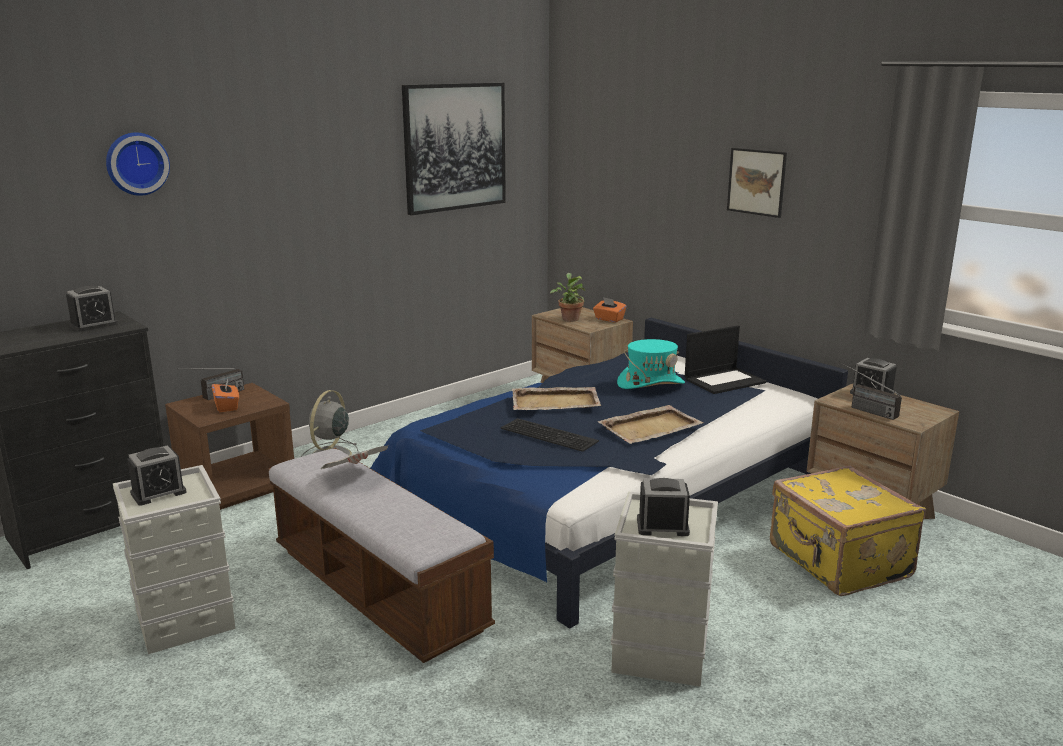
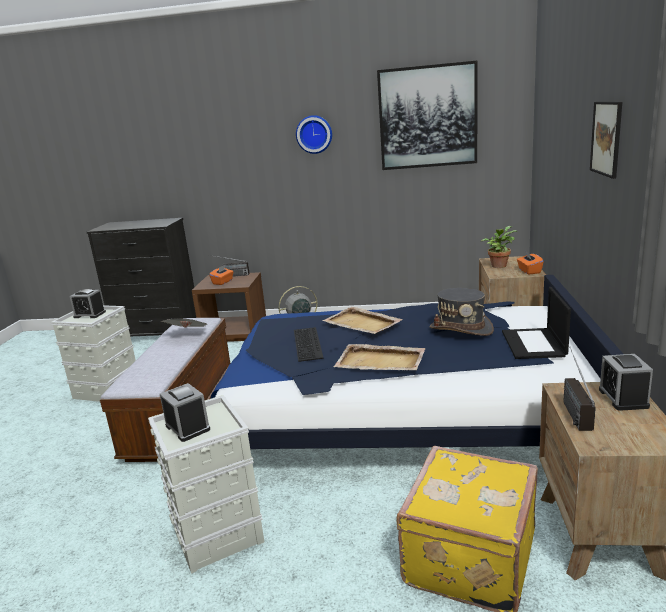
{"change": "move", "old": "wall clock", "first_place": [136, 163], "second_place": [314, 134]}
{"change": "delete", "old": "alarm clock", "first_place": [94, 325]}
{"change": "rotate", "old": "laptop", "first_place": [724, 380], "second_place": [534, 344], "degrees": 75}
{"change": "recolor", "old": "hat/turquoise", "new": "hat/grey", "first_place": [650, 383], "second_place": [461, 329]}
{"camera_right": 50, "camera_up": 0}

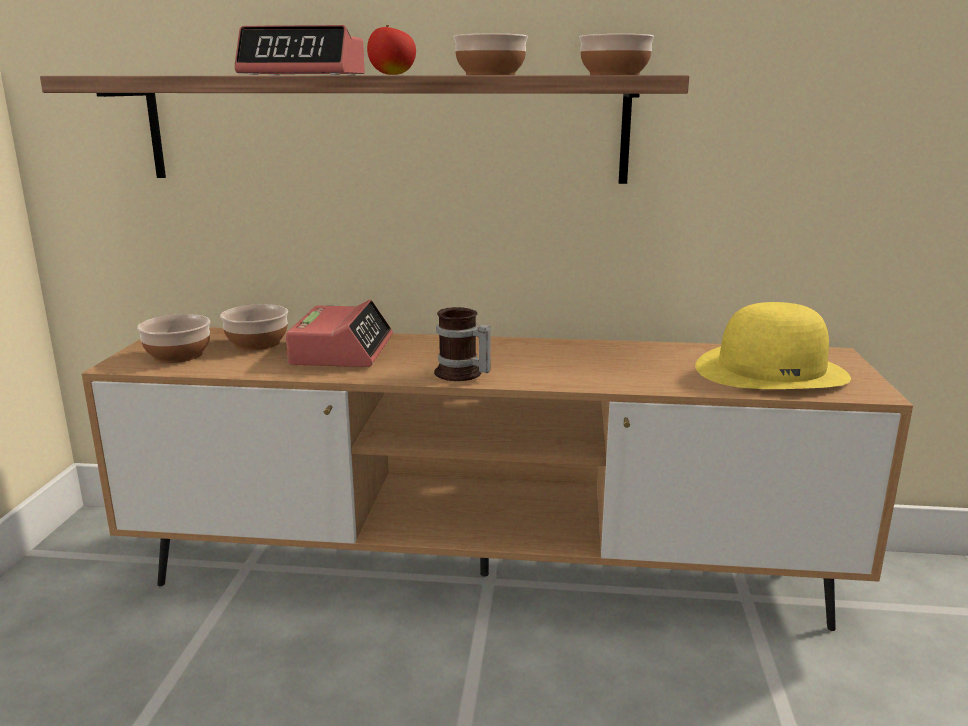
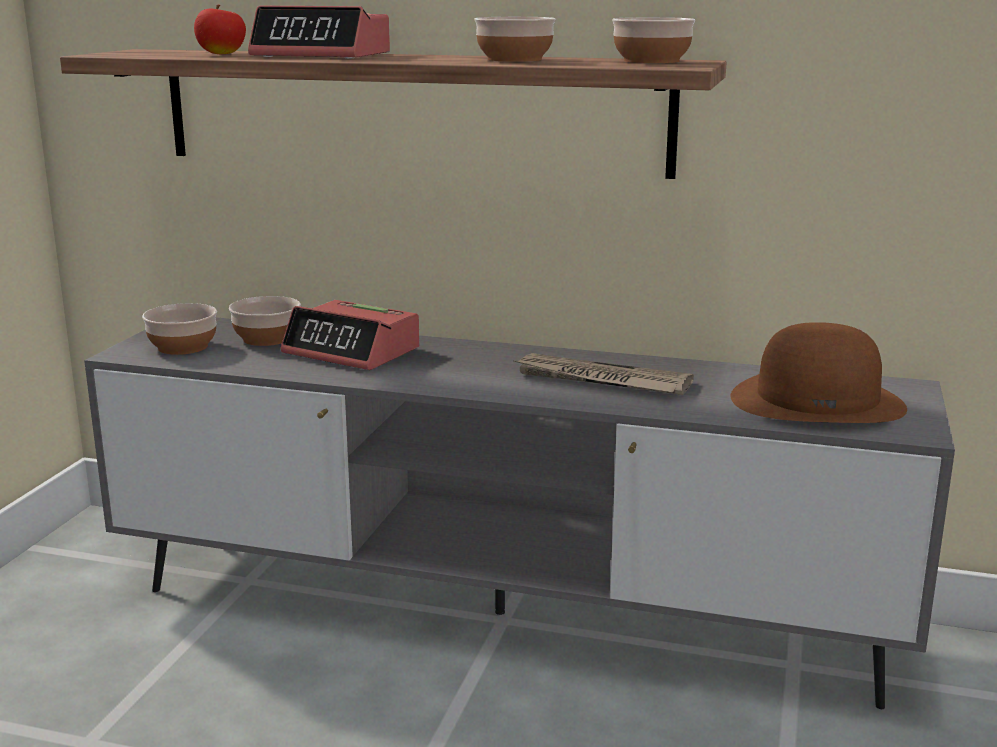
{"change": "move", "old": "apple", "first_place": [393, 74], "second_place": [222, 54]}
{"change": "rotate", "old": "alarm clock", "first_place": [342, 350], "second_place": [352, 351], "degrees": 105}
{"change": "recolor", "old": "hat/yellow", "new": "hat/brown", "first_place": [771, 370], "second_place": [818, 401]}
{"change": "delete", "old": "mug", "first_place": [461, 374]}
{"change": "recolor", "old": "tv stand/brown", "new": "tv stand/grey", "first_place": [484, 574], "second_place": [499, 613]}
{"change": "insert", "new": "newspaper", "second_place": [601, 380]}
{"camera_right": 10, "camera_up": 0}

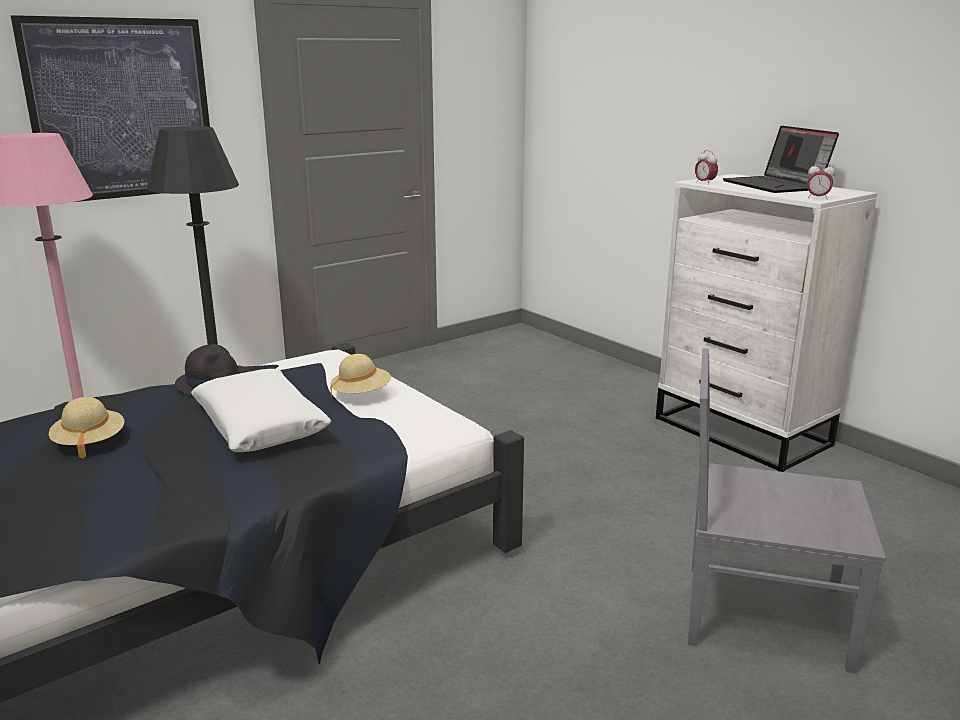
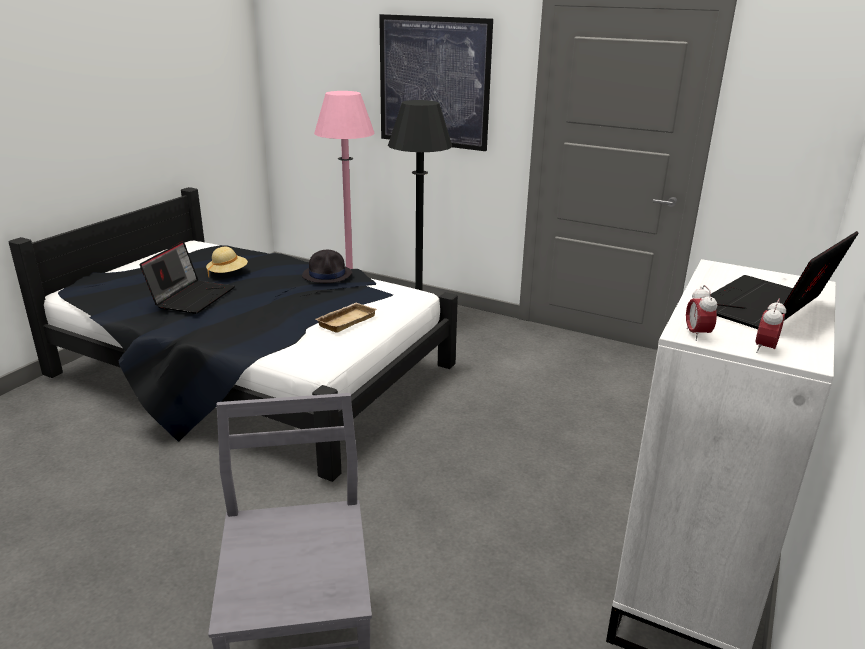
{"change": "move", "old": "alarm clock", "first_place": [704, 183], "second_place": [765, 349]}
{"change": "replace", "old": "hat/beige", "new": "tray/beige", "first_place": [361, 394], "second_place": [346, 320]}
{"change": "delete", "old": "pillow/white", "first_place": [260, 424]}
{"change": "insert", "new": "laptop", "second_place": [192, 297]}
{"camera_right": 65, "camera_up": 5}

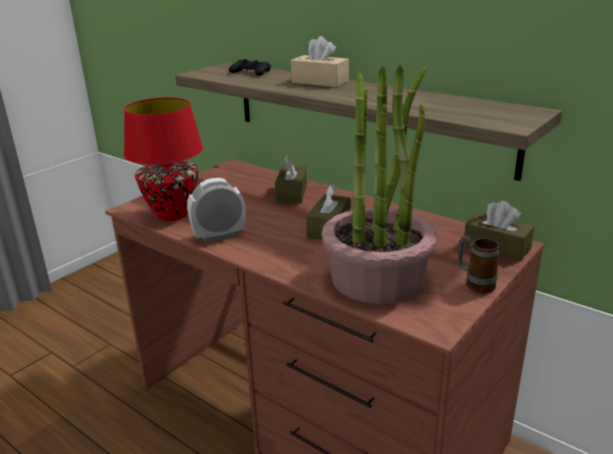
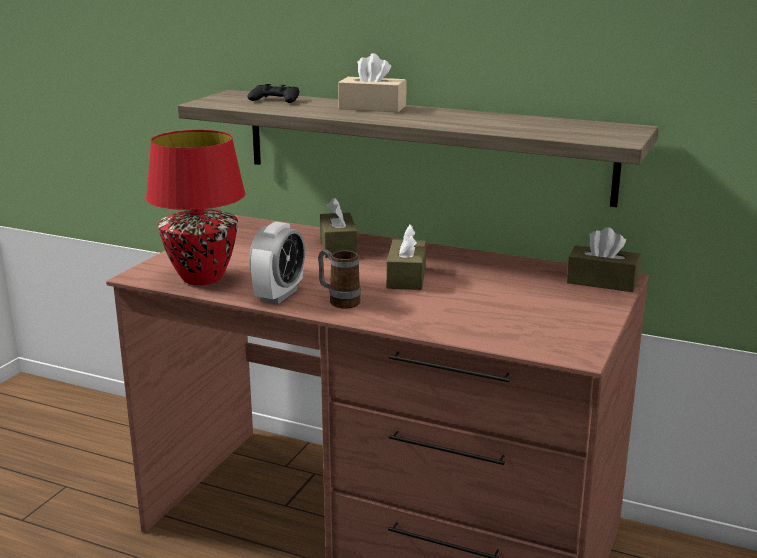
{"change": "delete", "old": "potted plant", "first_place": [378, 277]}
{"change": "rotate", "old": "alarm clock", "first_place": [219, 236], "second_place": [279, 295], "degrees": 150}
{"change": "move", "old": "mug", "first_place": [475, 283], "second_place": [339, 301]}
{"camera_right": -15, "camera_up": -5}

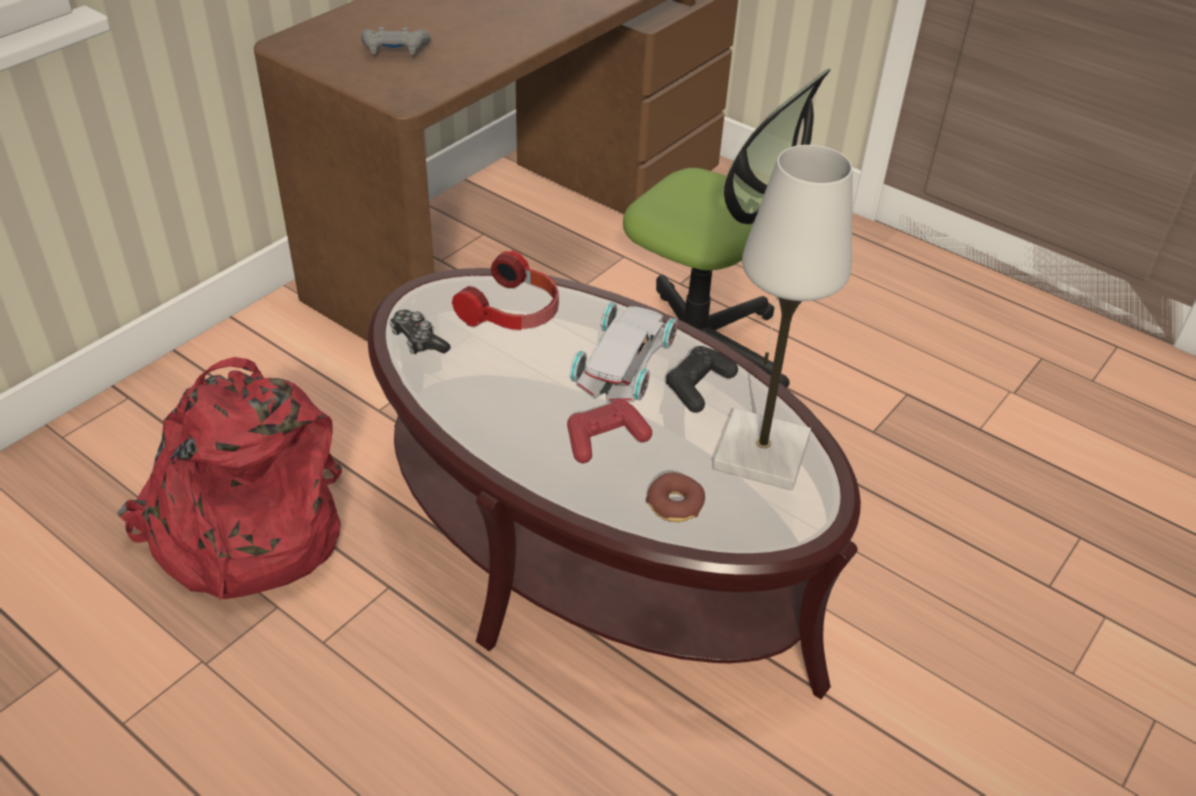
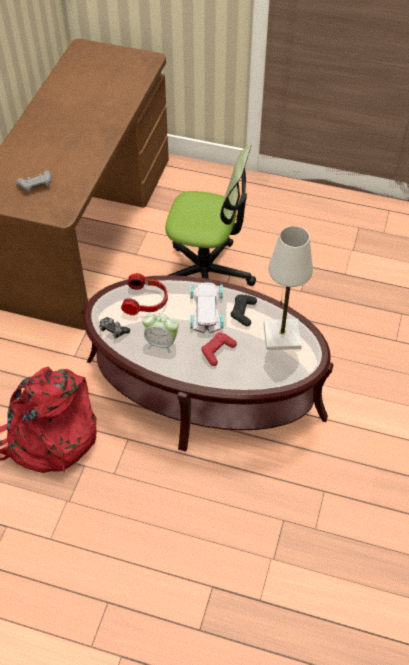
{"change": "delete", "old": "donut", "first_place": [675, 504]}
{"change": "insert", "new": "alarm clock", "second_place": [161, 343]}
{"camera_right": -20, "camera_up": 10}

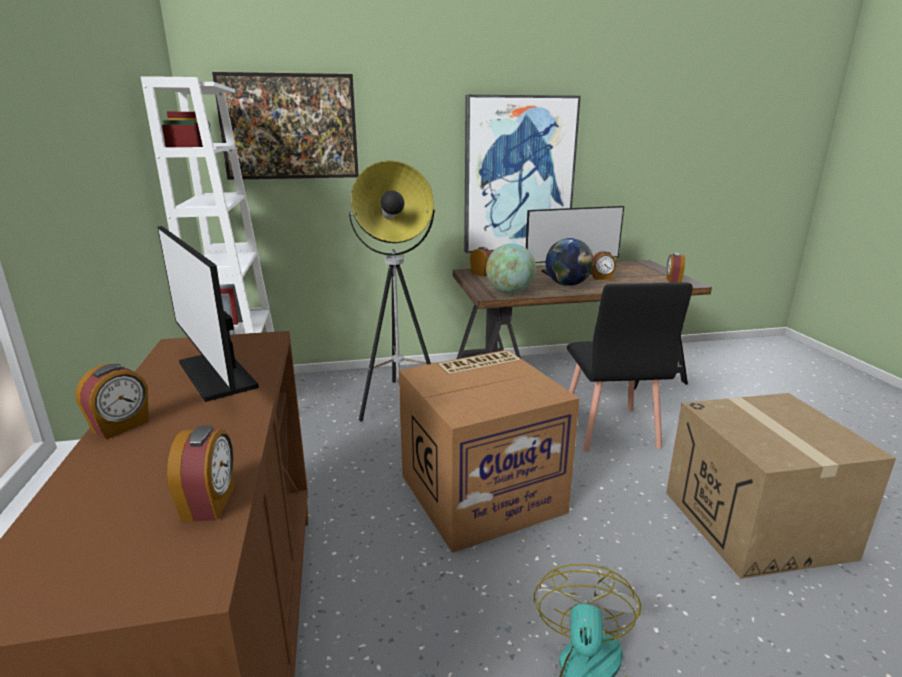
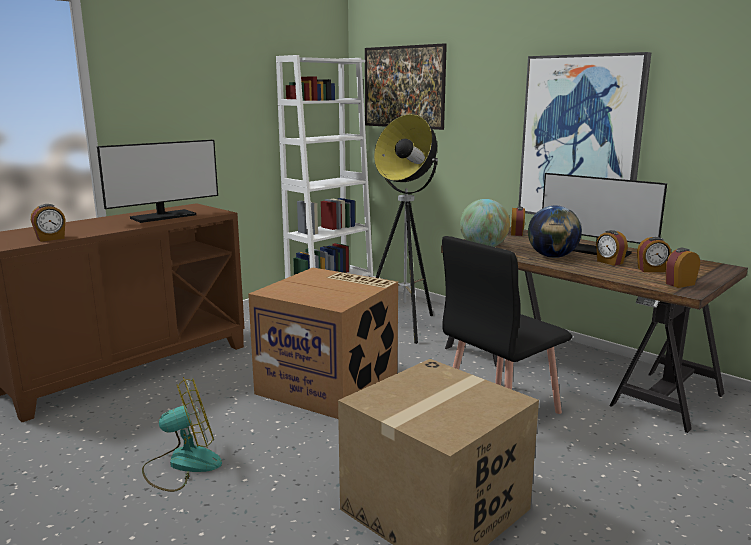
{"change": "rotate", "old": "monitor", "first_place": [217, 375], "second_place": [163, 216], "degrees": -150}
{"change": "move", "old": "alarm clock", "first_place": [121, 426], "second_place": [651, 270]}
{"camera_right": 55, "camera_up": -5}

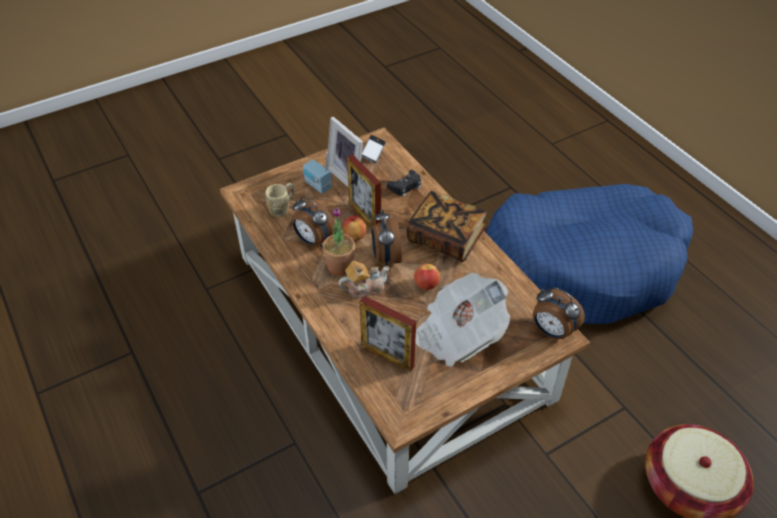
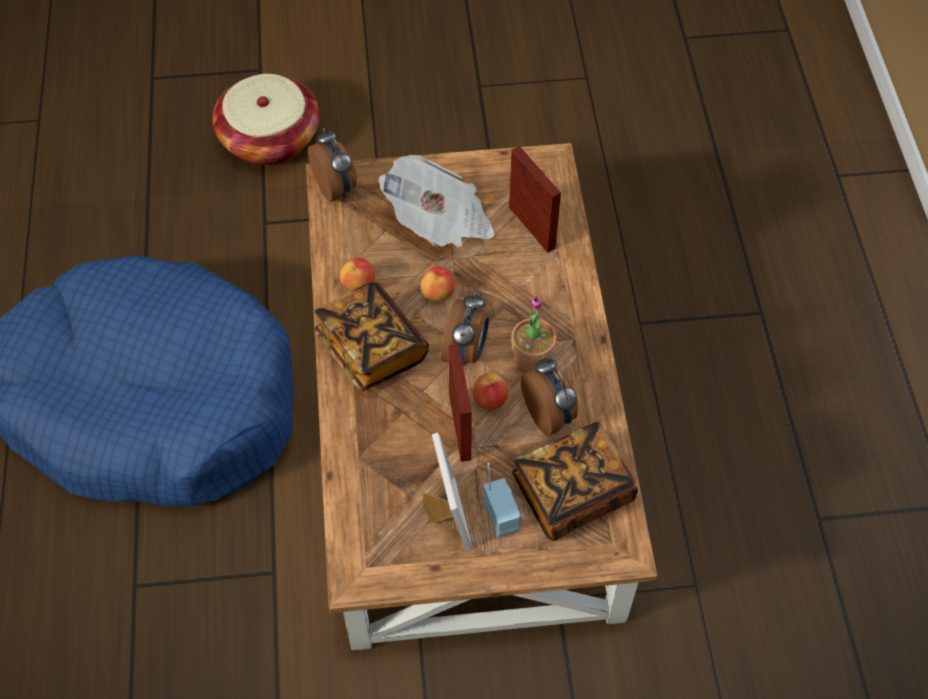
{"change": "delete", "old": "phone", "first_place": [373, 151]}
{"change": "delete", "old": "game controller/black", "first_place": [405, 186]}
{"change": "replace", "old": "mug/beige", "new": "book", "first_place": [282, 208], "second_place": [572, 492]}
{"change": "delete", "old": "teapot", "first_place": [364, 287]}
{"change": "insert", "new": "apple", "second_place": [358, 284]}
{"camera_right": -155, "camera_up": 10}

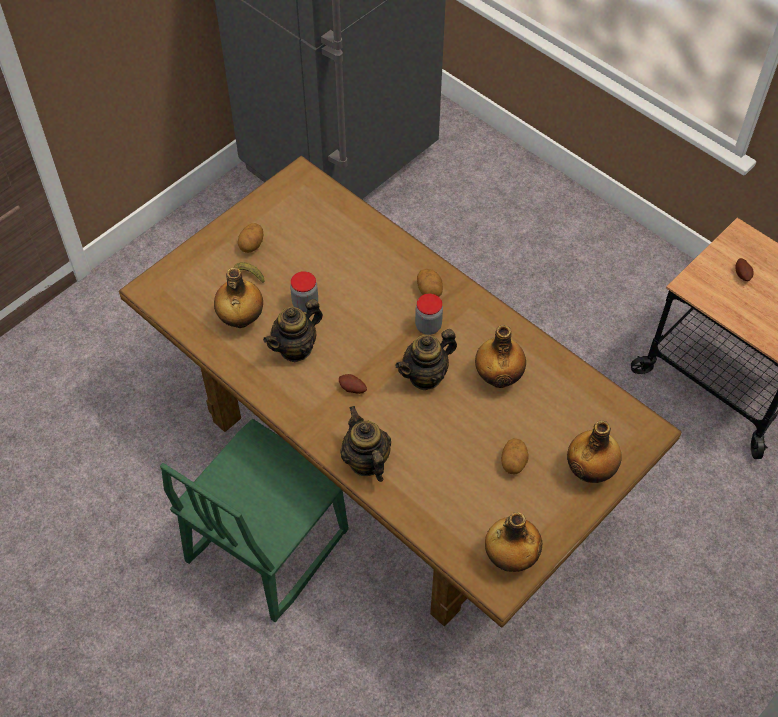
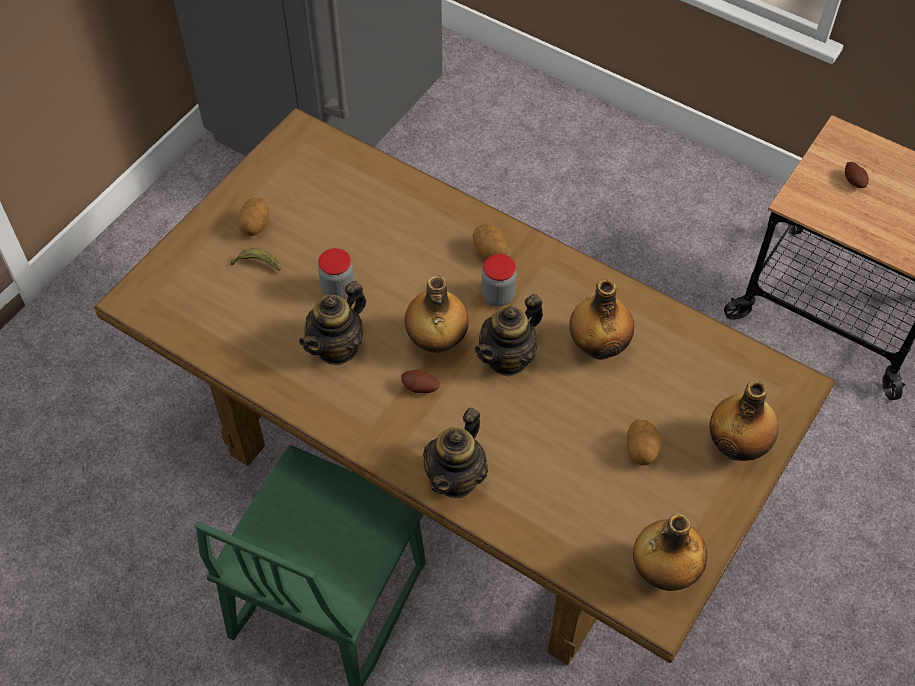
{"change": "move", "old": "bottle", "first_place": [240, 319], "second_place": [436, 341]}
{"change": "rotate", "old": "teapot", "first_place": [366, 461], "second_place": [456, 477], "degrees": -120}
{"camera_right": -10, "camera_up": 0}

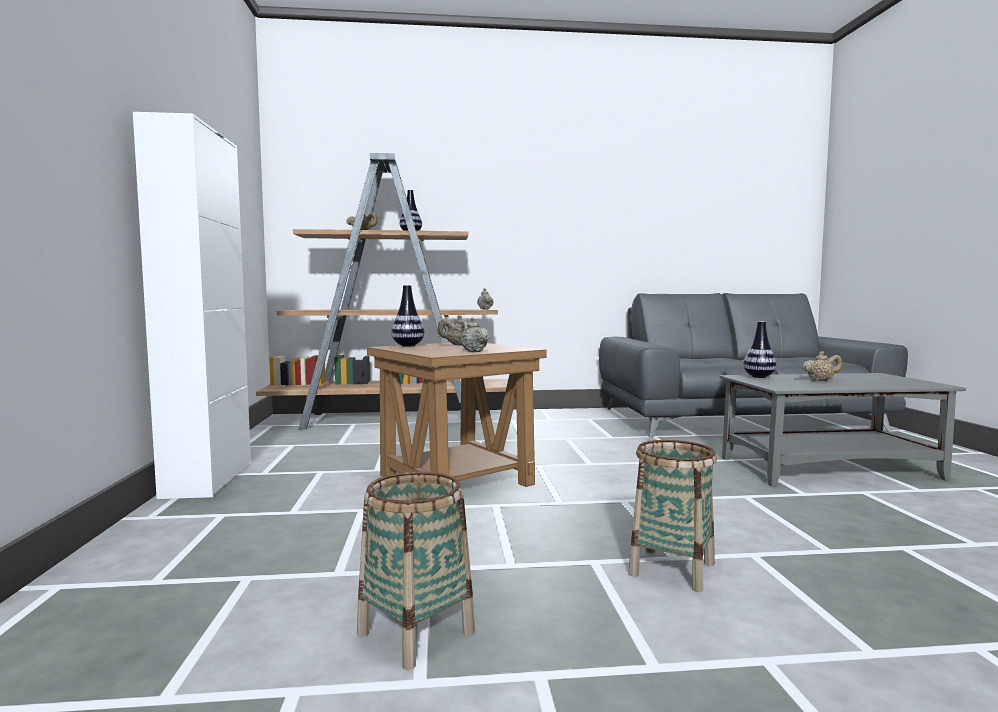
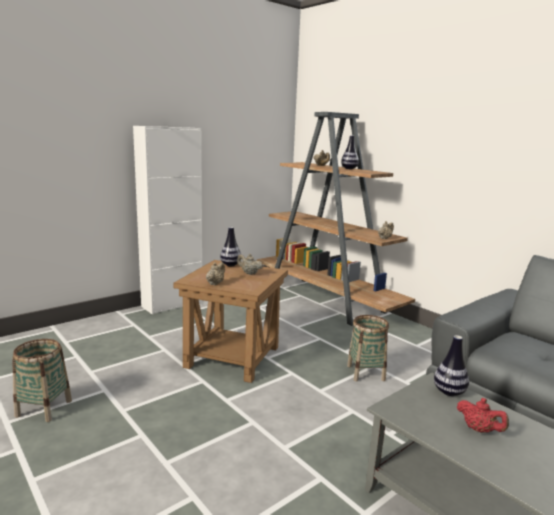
{"change": "recolor", "old": "teapot/beige", "new": "teapot/red", "first_place": [821, 381], "second_place": [479, 430]}
{"change": "move", "old": "basket", "first_place": [671, 569], "second_place": [365, 373]}
{"camera_right": 55, "camera_up": 10}

